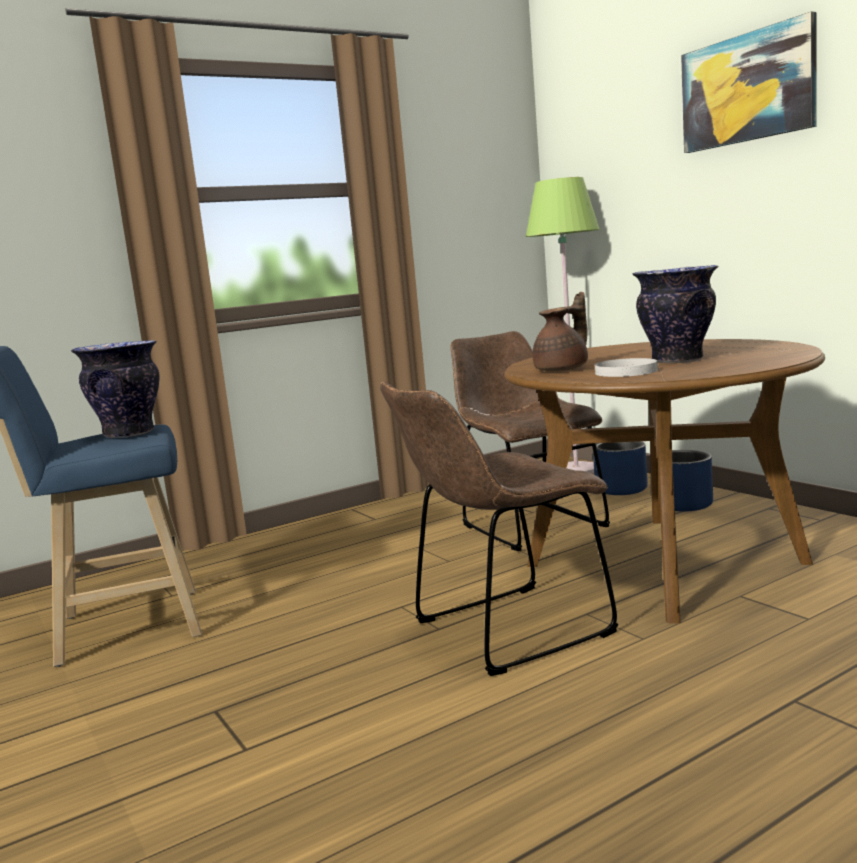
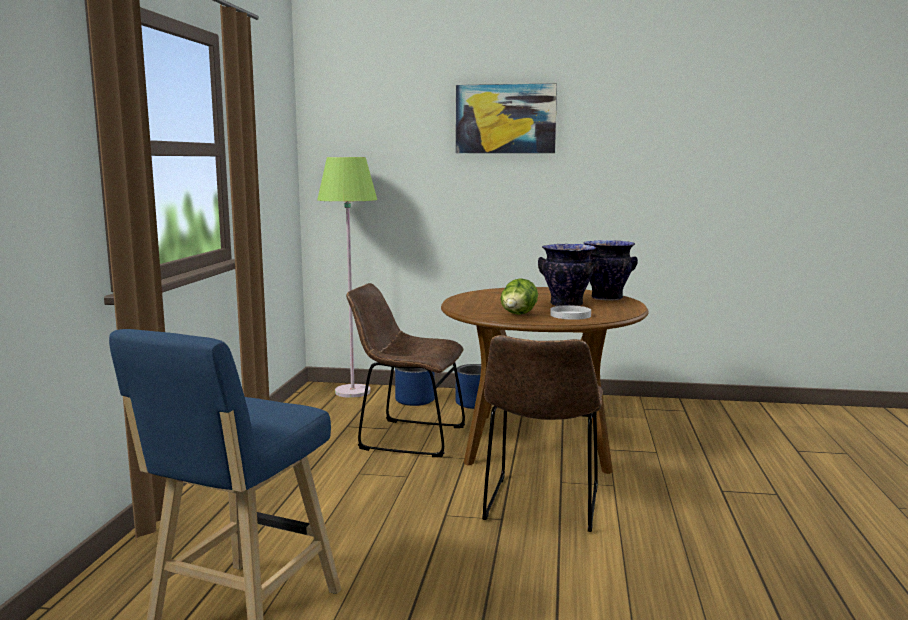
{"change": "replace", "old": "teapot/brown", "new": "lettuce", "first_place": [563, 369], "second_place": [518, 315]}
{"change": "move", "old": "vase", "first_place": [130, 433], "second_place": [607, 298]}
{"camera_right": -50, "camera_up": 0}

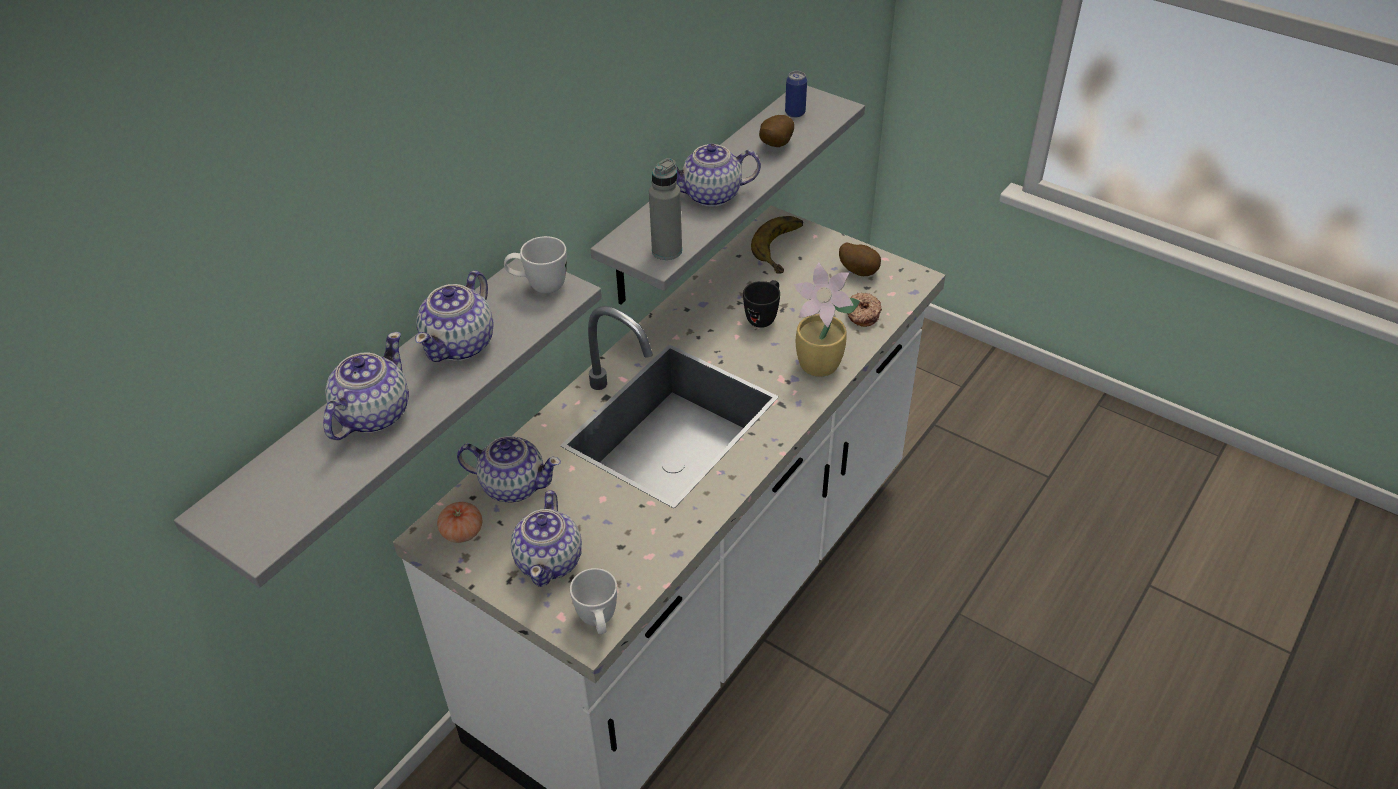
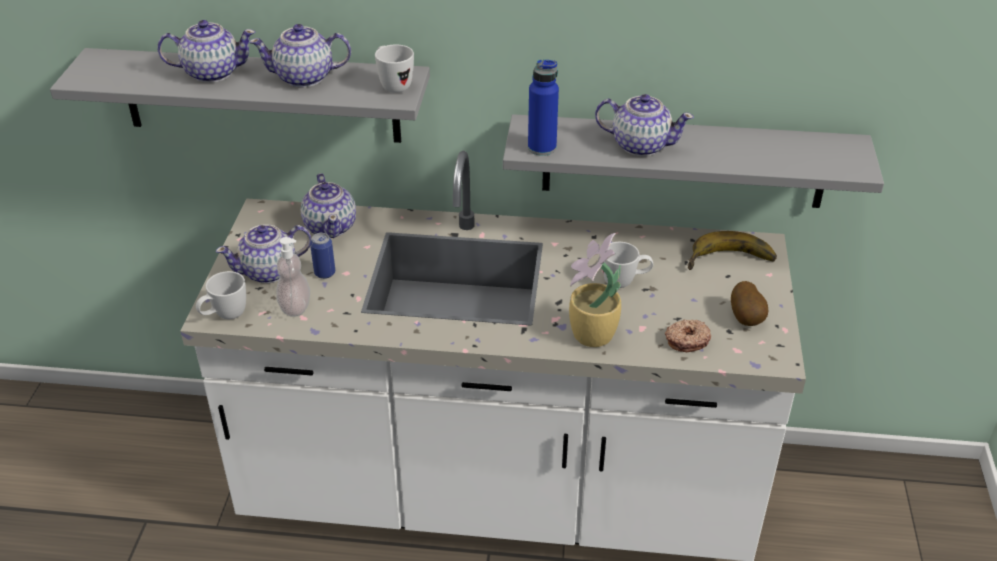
{"change": "move", "old": "can", "first_place": [795, 113], "second_place": [325, 273]}
{"change": "delete", "old": "potato", "first_place": [774, 146]}
{"change": "rotate", "old": "teapot", "first_place": [712, 195], "second_place": [640, 145], "degrees": 150}
{"change": "recolor", "old": "bottle/grey", "new": "bottle/blue", "first_place": [667, 251], "second_place": [542, 148]}
{"change": "recolor", "old": "mug/black", "new": "mug/white", "first_place": [764, 317], "second_place": [625, 282]}
{"change": "delete", "old": "tomato", "first_place": [462, 532]}
{"change": "insert", "new": "soap dispenser", "second_place": [295, 307]}
{"camera_right": 60, "camera_up": -5}

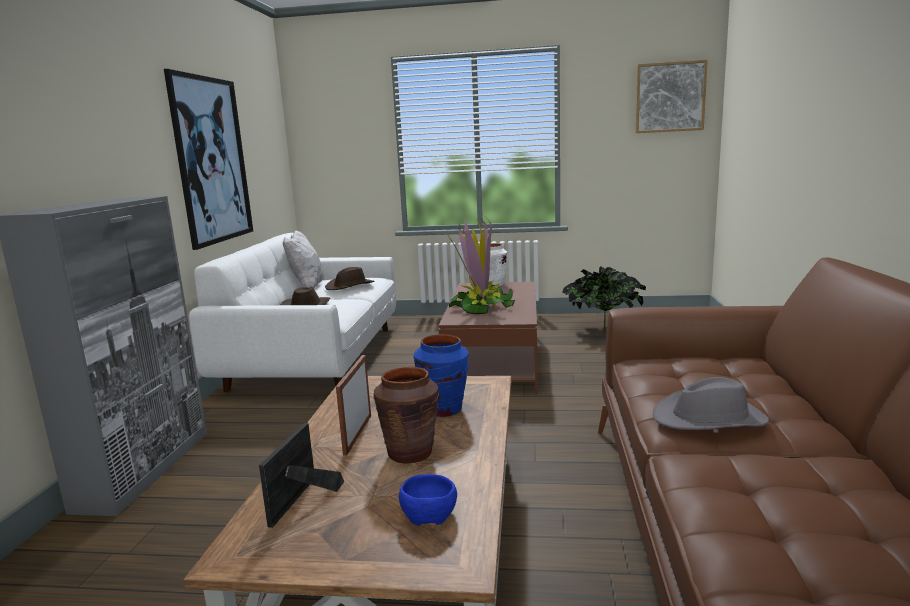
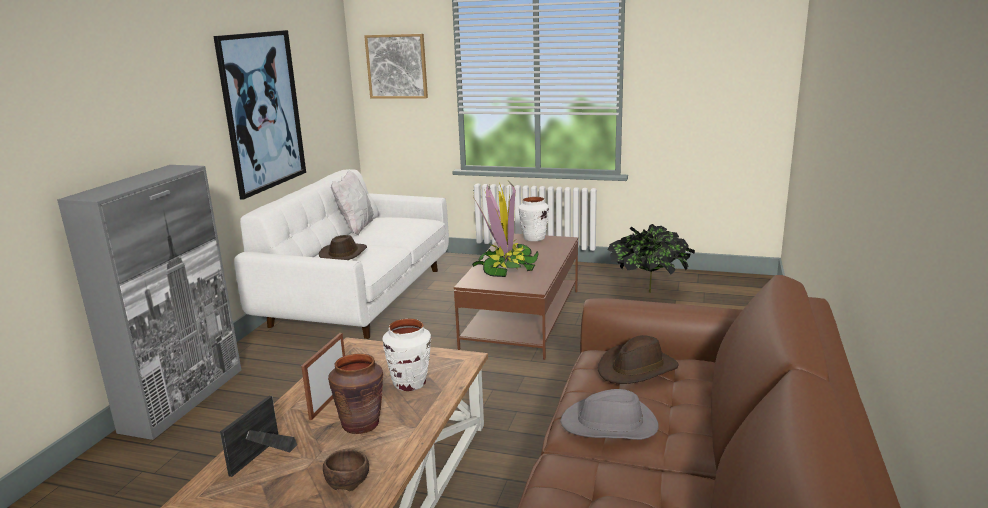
{"change": "move", "old": "picture", "first_place": [670, 97], "second_place": [397, 66]}
{"change": "move", "old": "hat/brown", "first_place": [350, 286], "second_place": [637, 369]}
{"change": "recolor", "old": "vase/blue", "new": "vase/white", "first_place": [444, 409], "second_place": [410, 383]}
{"change": "recolor", "old": "bowl/blue", "new": "bowl/brown", "first_place": [428, 513], "second_place": [347, 480]}
{"camera_right": 10, "camera_up": 5}

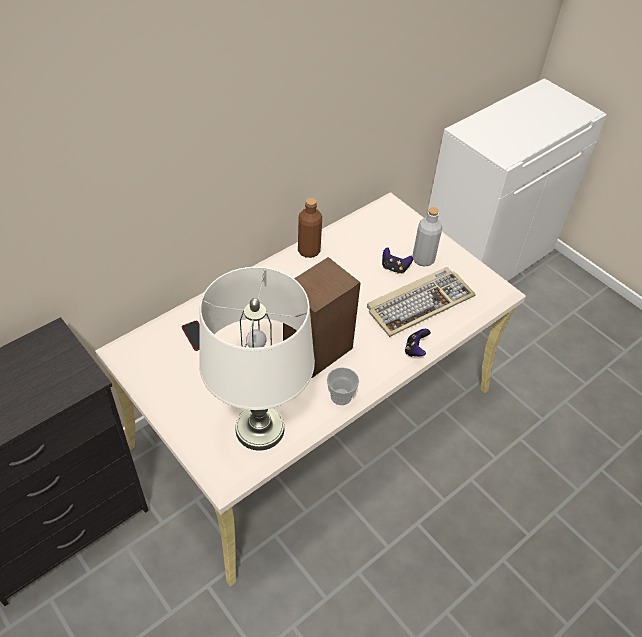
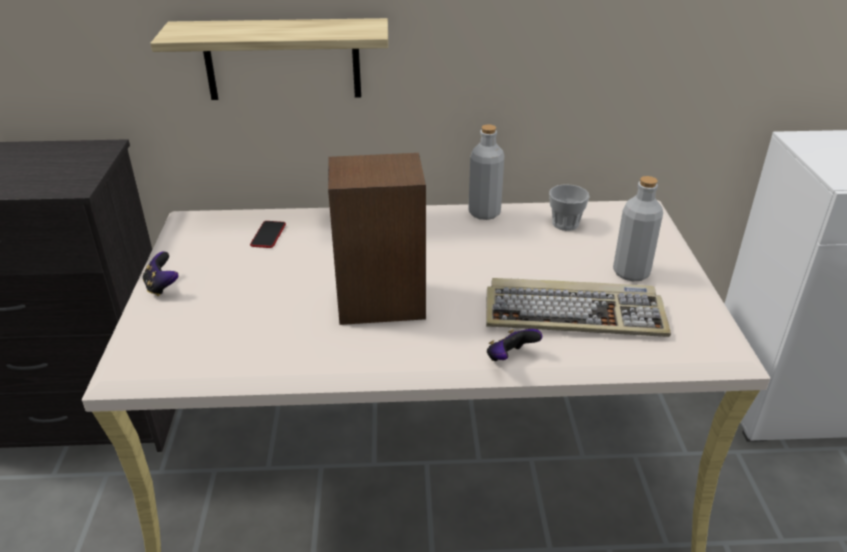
{"change": "recolor", "old": "bottle/brown", "new": "bottle/grey", "first_place": [309, 251], "second_place": [484, 213]}
{"change": "move", "old": "game controller", "first_place": [394, 268], "second_place": [162, 287]}
{"change": "delete", "old": "table lamp/white", "first_place": [259, 428]}
{"change": "move", "old": "cup", "first_place": [341, 396], "second_place": [565, 224]}
{"change": "insert", "new": "shelf", "second_place": [282, 59]}
{"camera_right": 40, "camera_up": -15}

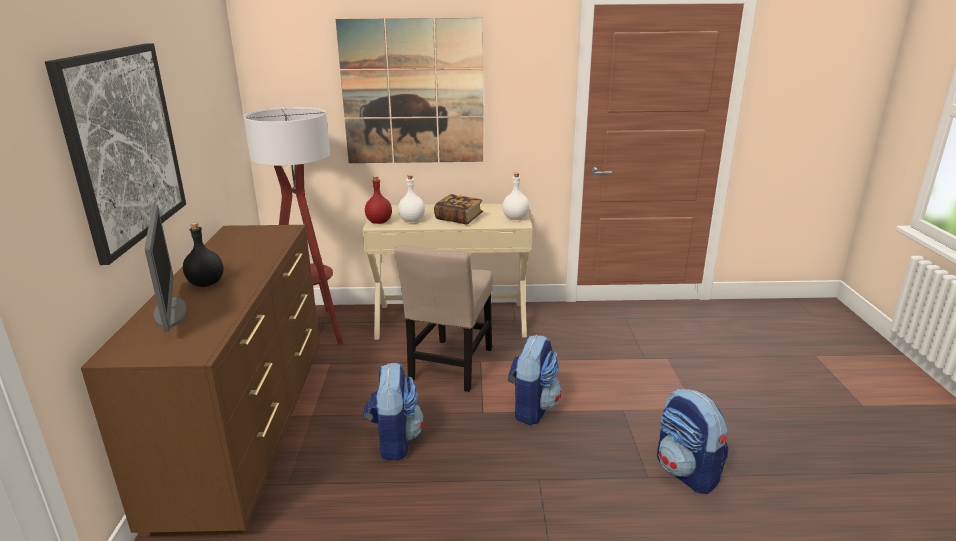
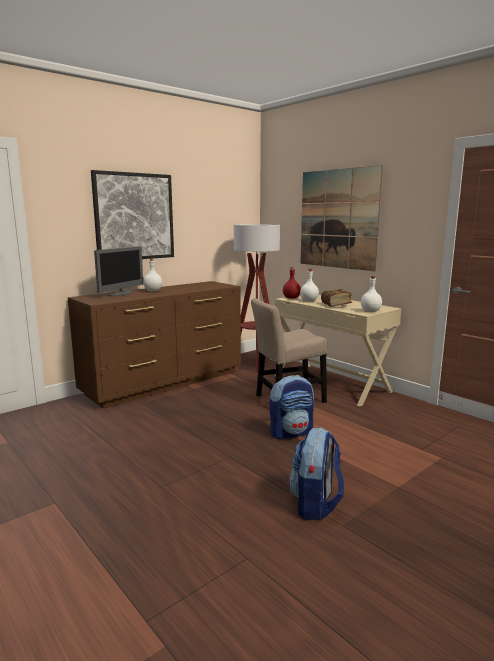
{"change": "recolor", "old": "bottle/black", "new": "bottle/white", "first_place": [206, 283], "second_place": [153, 291]}
{"change": "delete", "old": "backpack", "first_place": [394, 441]}
{"camera_right": 50, "camera_up": -10}

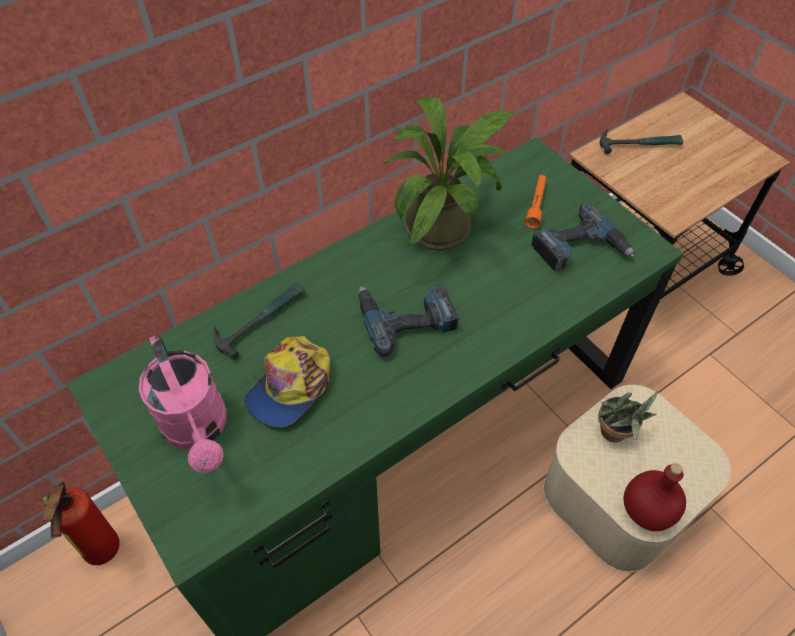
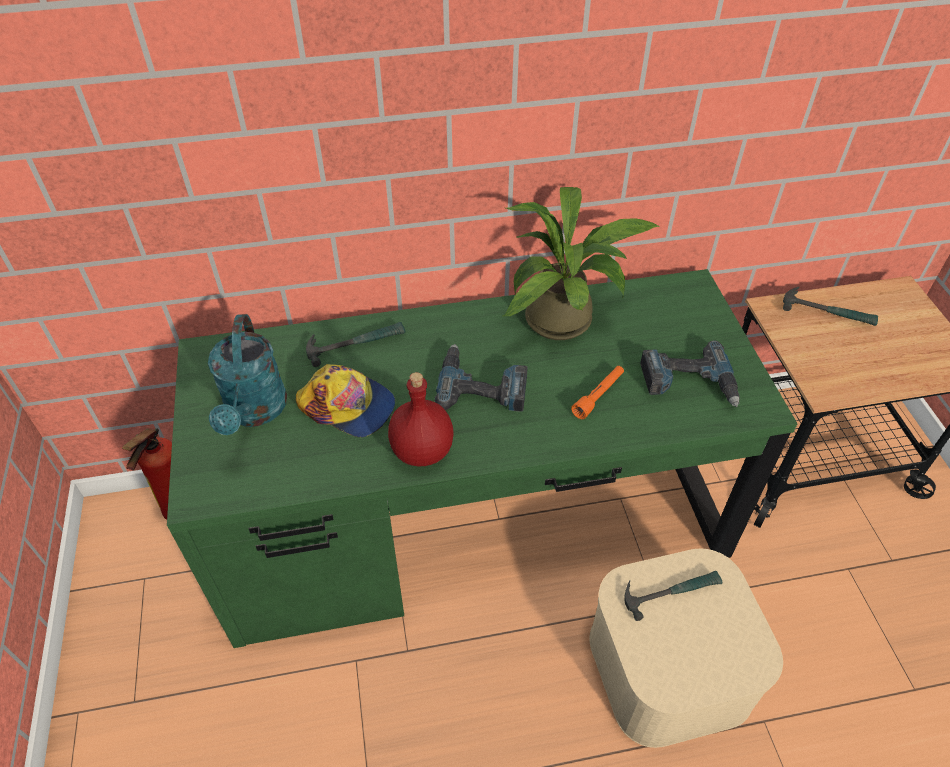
{"change": "move", "old": "flashlight/orange", "first_place": [536, 205], "second_place": [598, 396]}
{"change": "recolor", "old": "watering can/pink", "new": "watering can/turquoise", "first_place": [198, 430], "second_place": [254, 412]}
{"change": "rotate", "old": "cap", "first_place": [290, 386], "second_place": [348, 406], "degrees": -120}
{"change": "replace", "old": "potted plant", "new": "hammer", "first_place": [615, 435], "second_place": [671, 591]}
{"change": "move", "old": "bottle/red", "first_place": [646, 509], "second_place": [422, 450]}
{"camera_right": 25, "camera_up": -5}

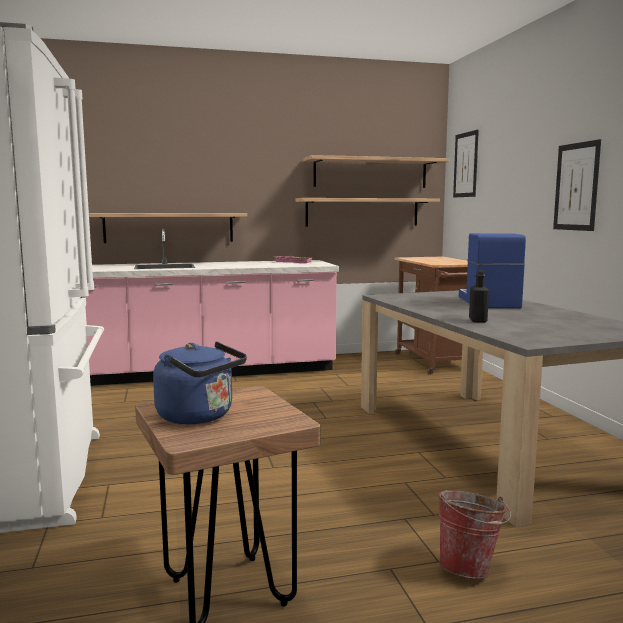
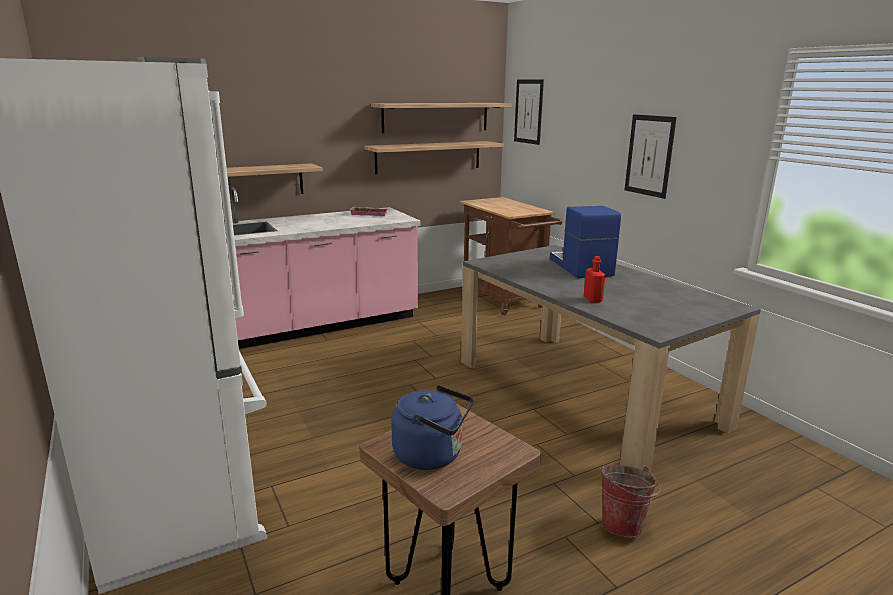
{"change": "recolor", "old": "bottle/black", "new": "bottle/red", "first_place": [477, 320], "second_place": [592, 299]}
{"camera_right": -15, "camera_up": 10}

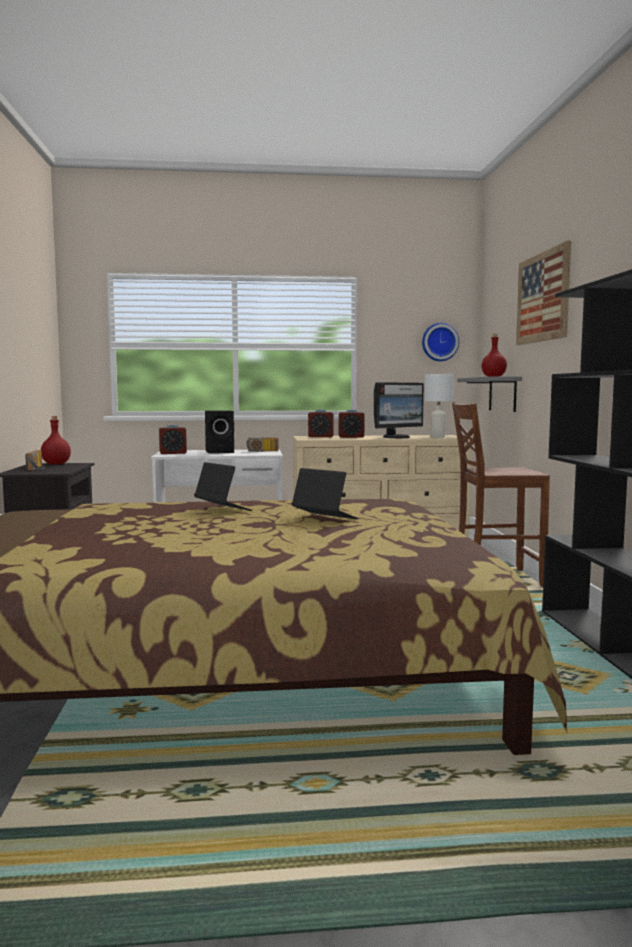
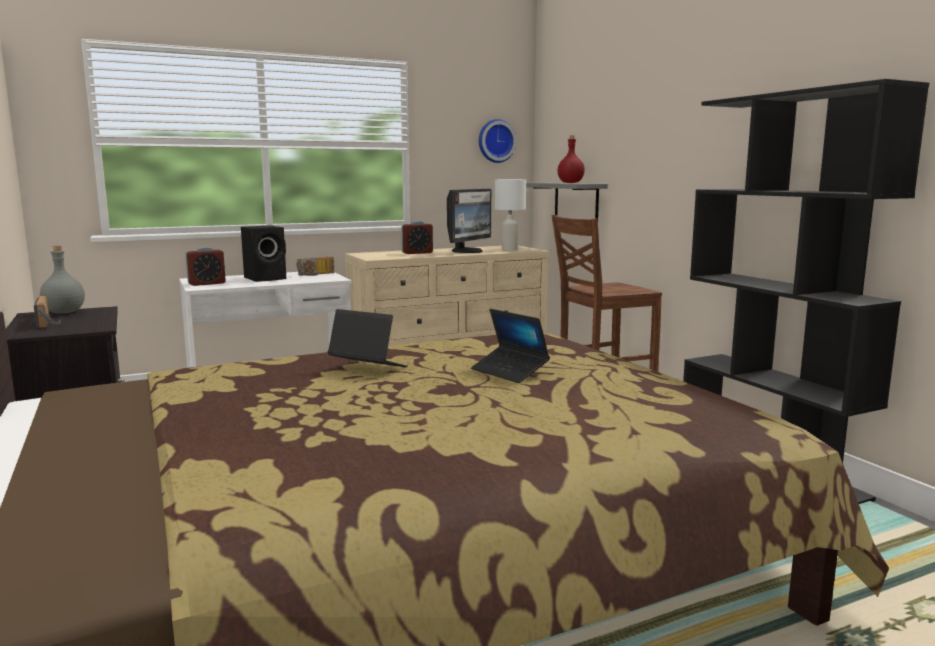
{"change": "delete", "old": "picture", "first_place": [543, 297]}
{"change": "delete", "old": "alarm clock", "first_place": [321, 436]}
{"change": "recolor", "old": "bottle/red", "new": "bottle/grey", "first_place": [56, 464], "second_place": [65, 312]}
{"change": "rotate", "old": "laptop", "first_place": [324, 518], "second_place": [509, 372], "degrees": -150}
{"camera_right": -20, "camera_up": 5}

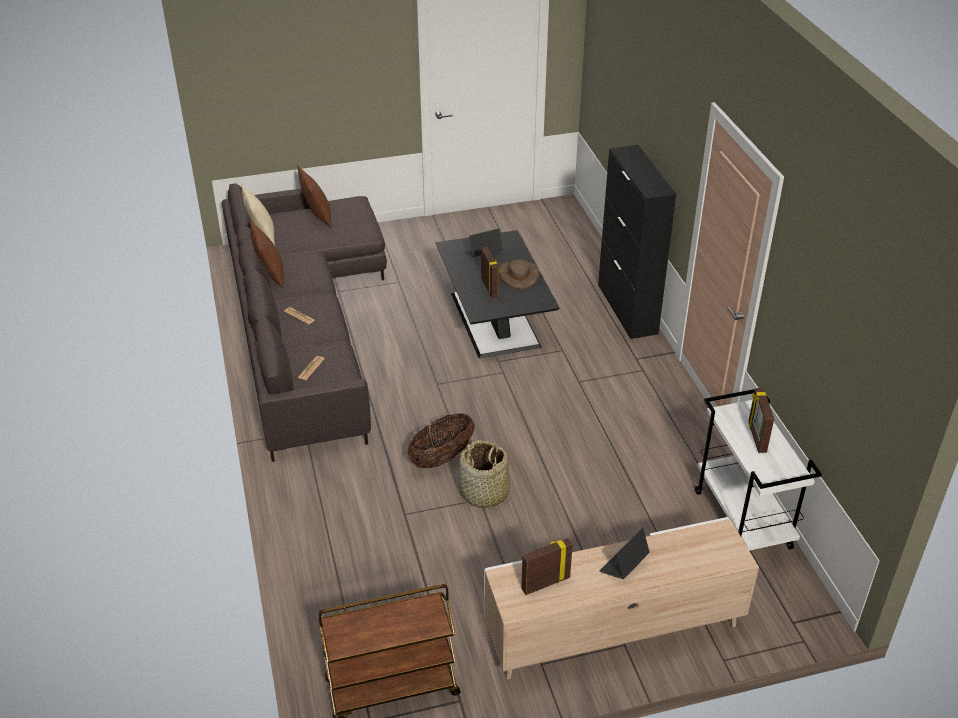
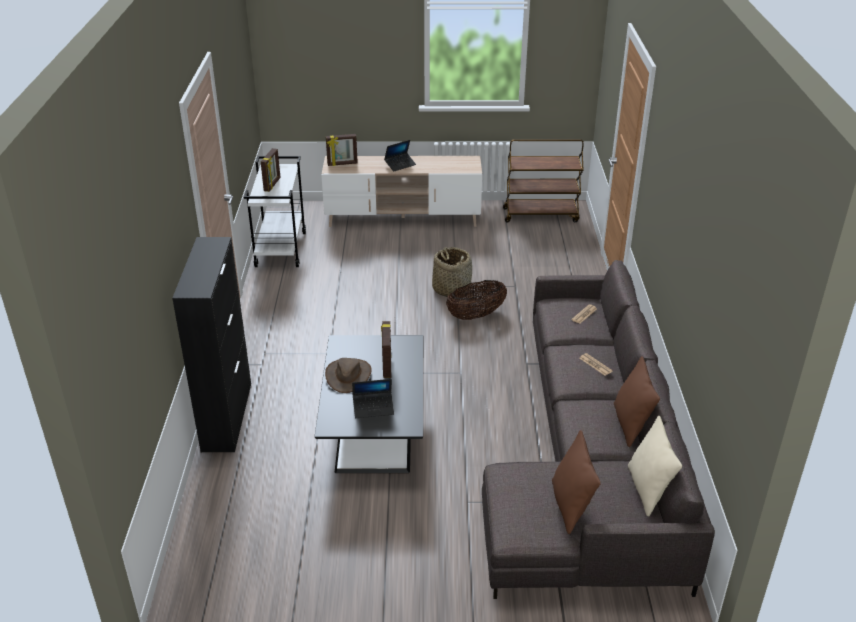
{"change": "move", "old": "picture frame", "first_place": [545, 583], "second_place": [342, 164]}
{"camera_right": -165, "camera_up": -5}

